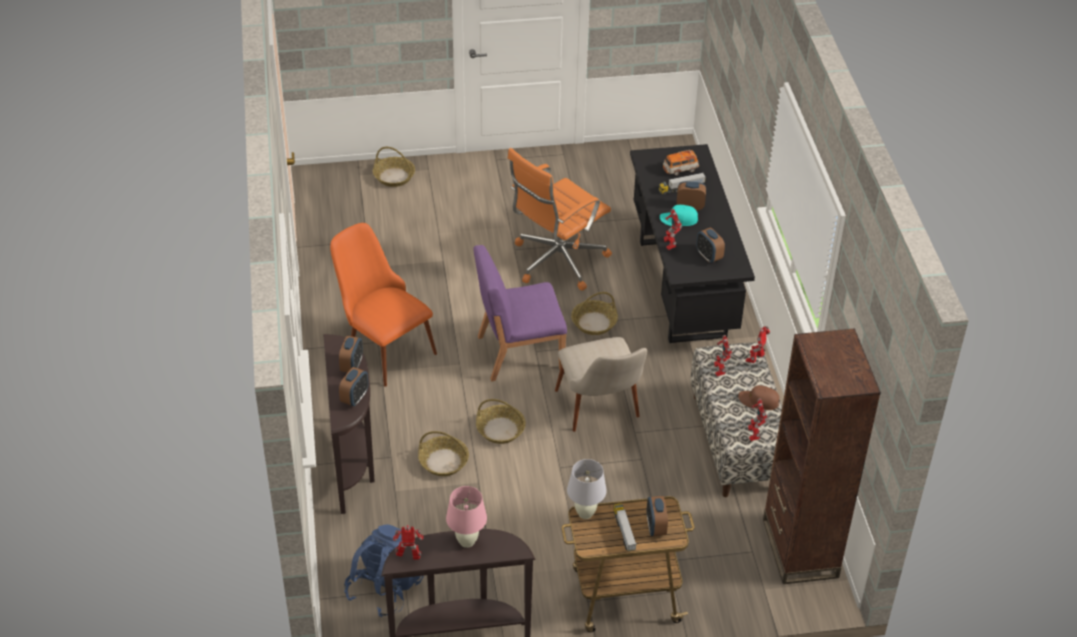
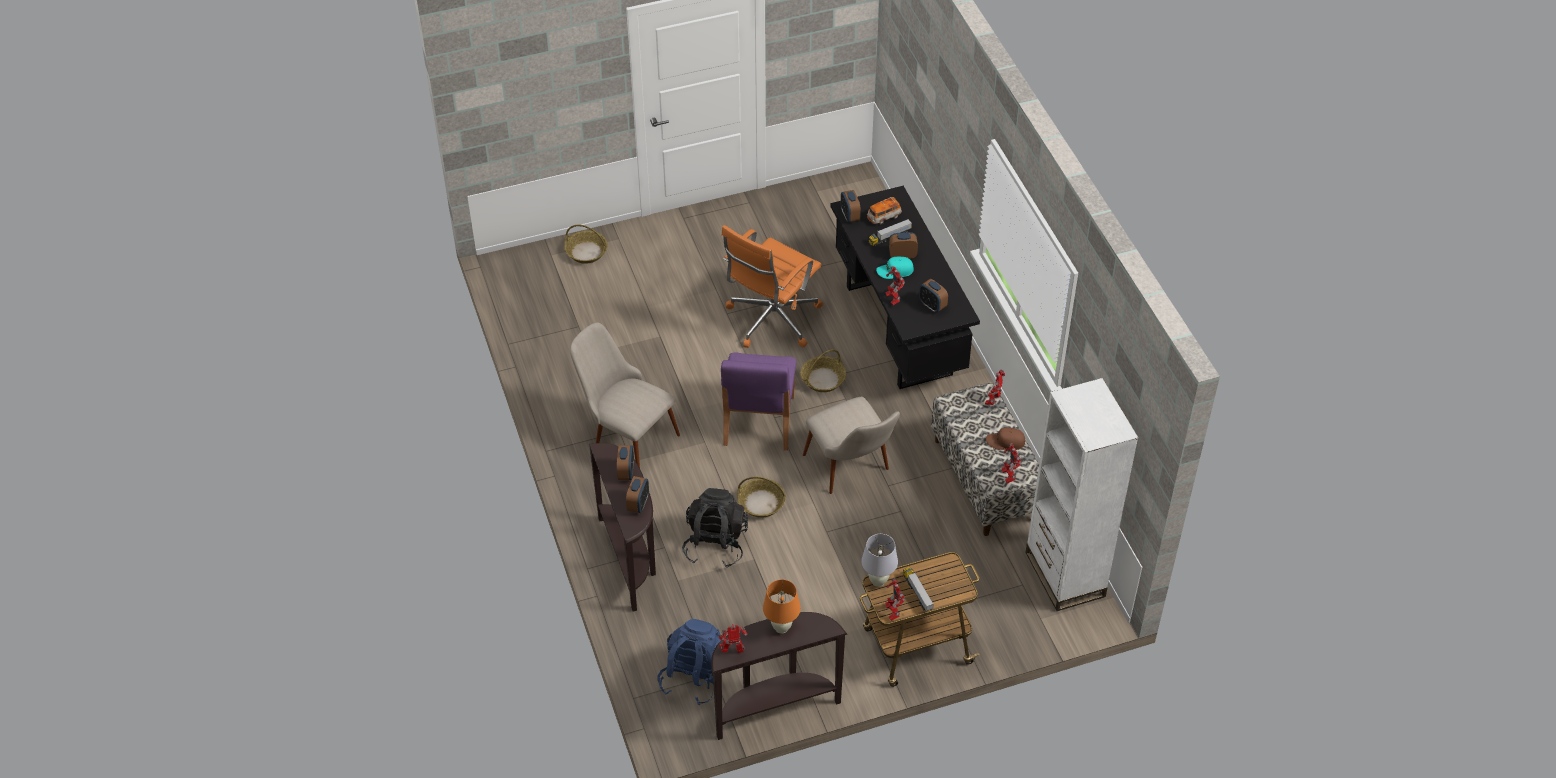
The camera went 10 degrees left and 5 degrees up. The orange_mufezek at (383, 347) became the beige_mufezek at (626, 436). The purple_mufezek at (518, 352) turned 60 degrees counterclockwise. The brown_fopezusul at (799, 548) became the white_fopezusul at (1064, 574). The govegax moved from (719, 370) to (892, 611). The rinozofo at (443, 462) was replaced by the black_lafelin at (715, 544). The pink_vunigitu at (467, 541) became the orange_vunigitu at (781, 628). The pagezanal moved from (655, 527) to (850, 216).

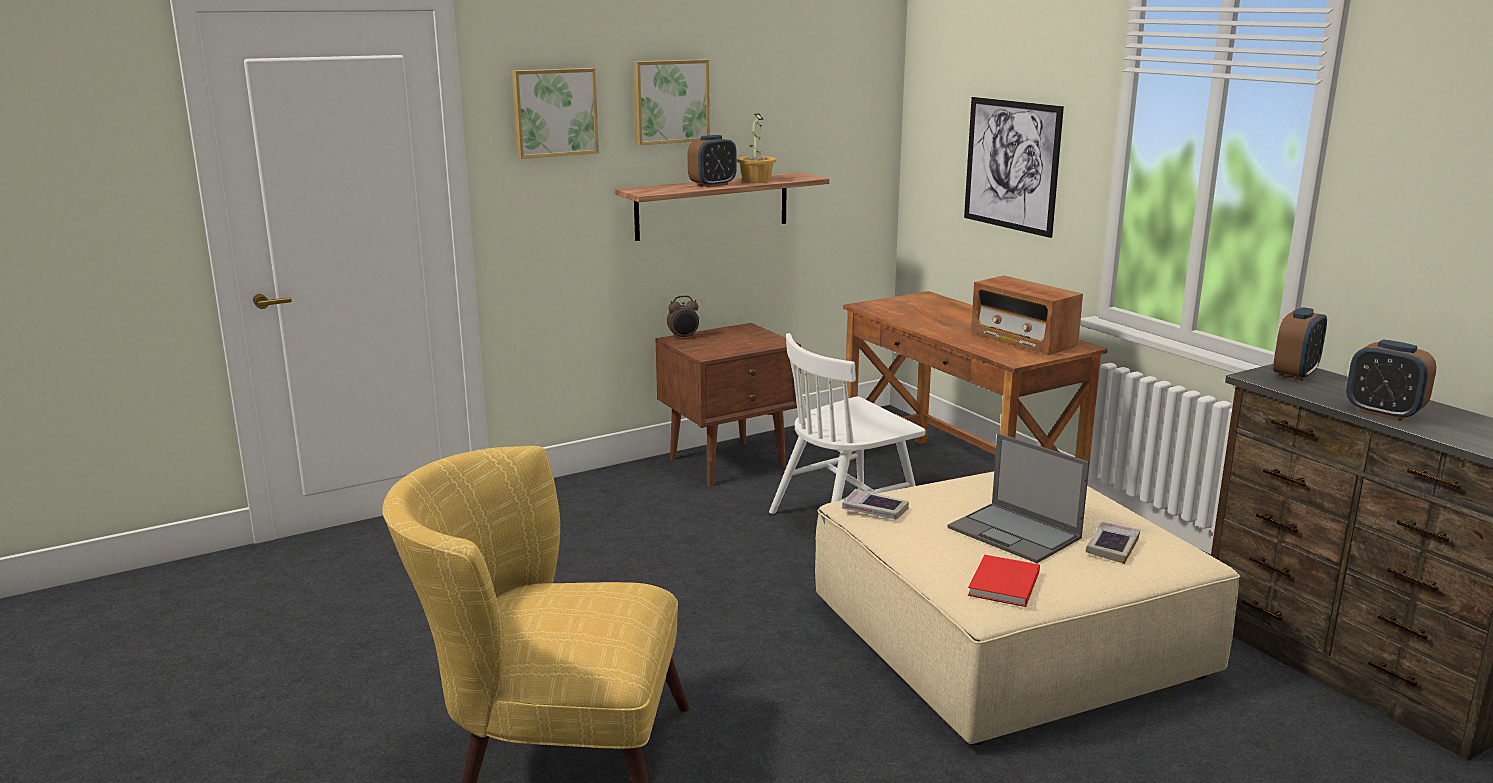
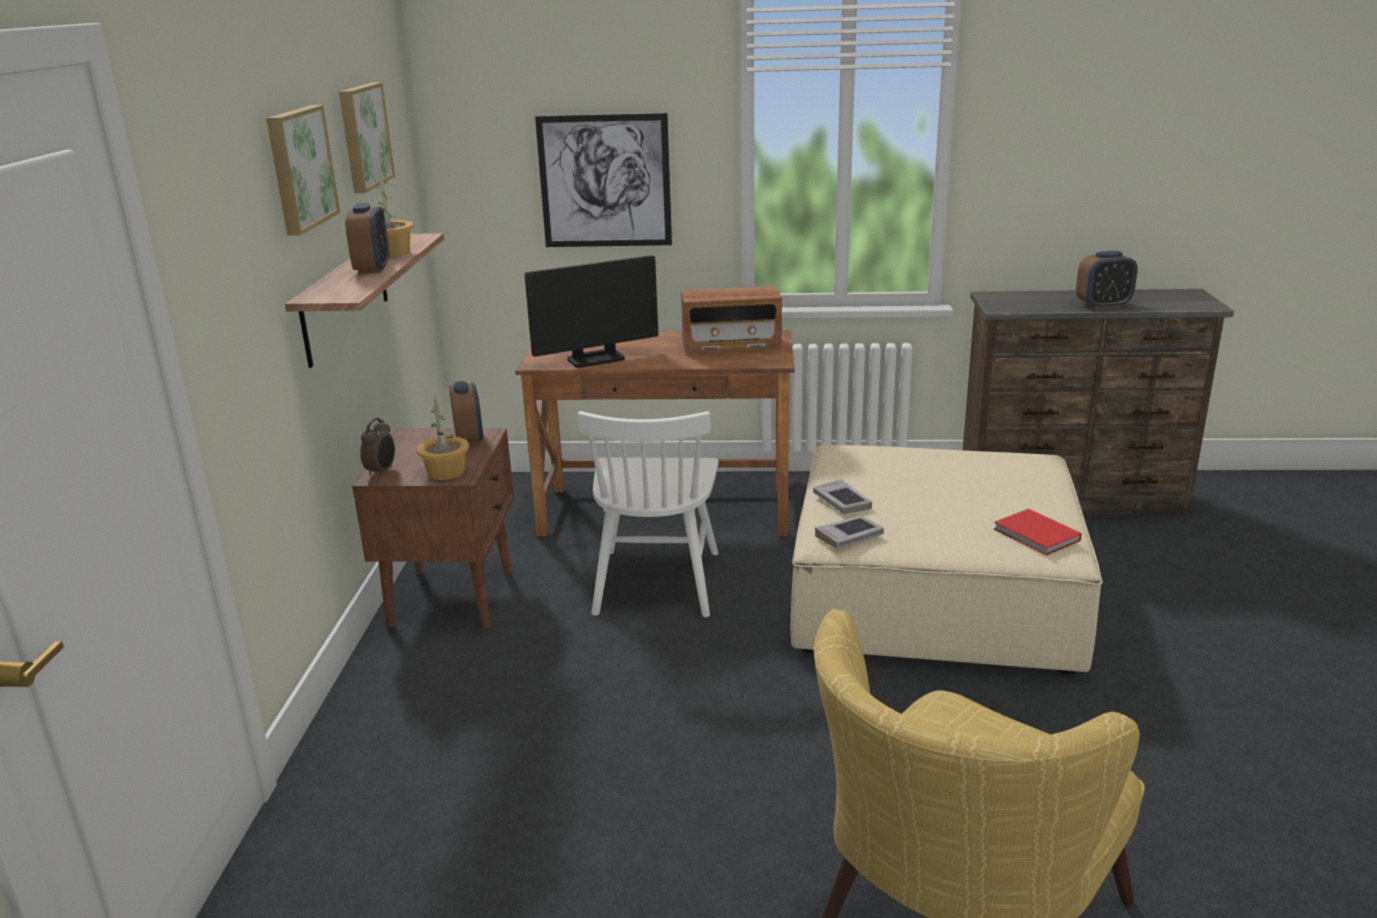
The camera went 55 degrees left and 5 degrees up. The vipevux moved from (554, 112) to (362, 136). The pagezanal moved from (1295, 374) to (469, 438). The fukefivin at (1015, 533) disappeared. The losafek moved from (1112, 547) to (841, 502). The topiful at (596, 359) appeared. The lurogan at (445, 472) appeared.

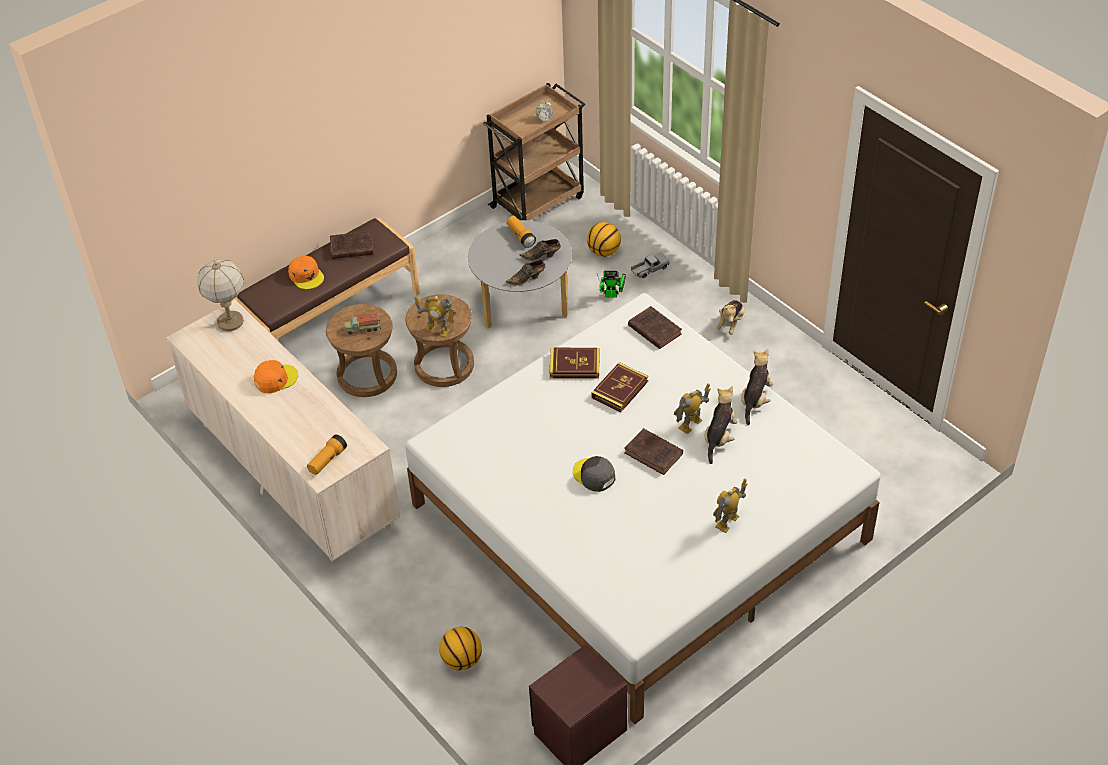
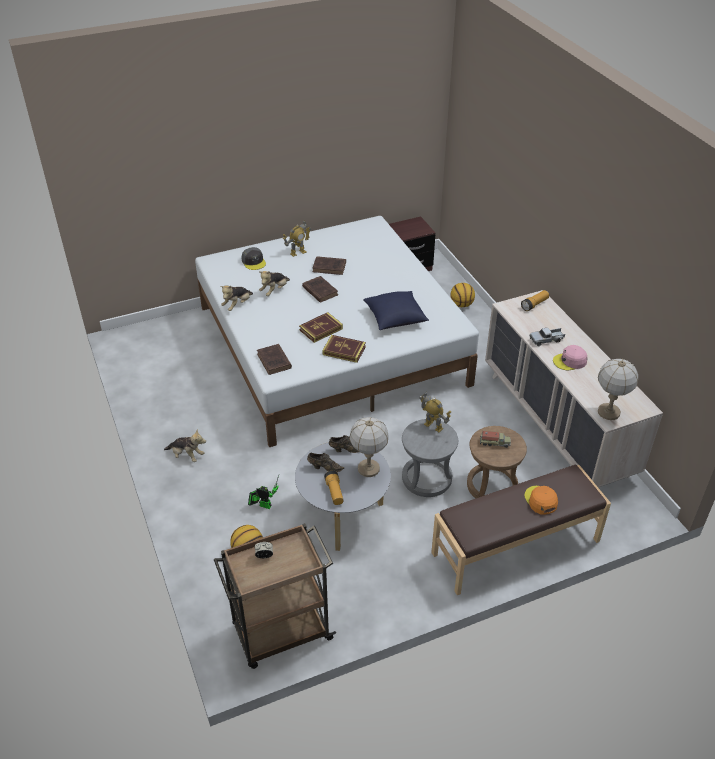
The camera went 165 degrees left and 5 degrees down. The brown_losafek moved from (350, 248) to (330, 267). The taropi moved from (649, 269) to (546, 340). The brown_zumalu at (444, 365) became the grey_zumalu at (426, 478). The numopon at (730, 323) turned 75 degrees clockwise. The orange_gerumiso at (275, 379) became the pink_gerumiso at (570, 361). The govegax at (690, 425) disappeared. The grey_gerumiso moved from (594, 475) to (253, 261). The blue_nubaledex at (395, 319) appeared. The vunigitu at (368, 469) appeared.

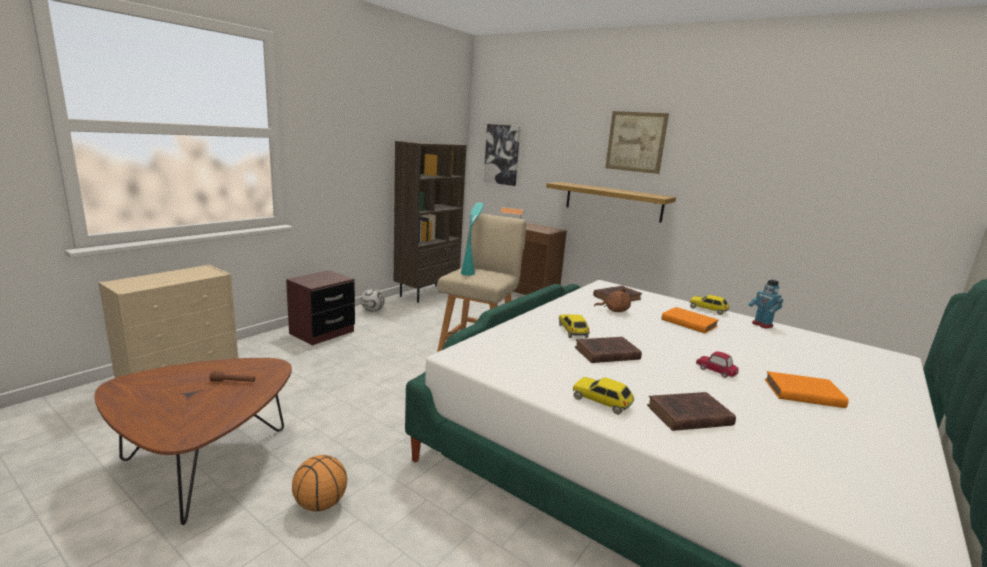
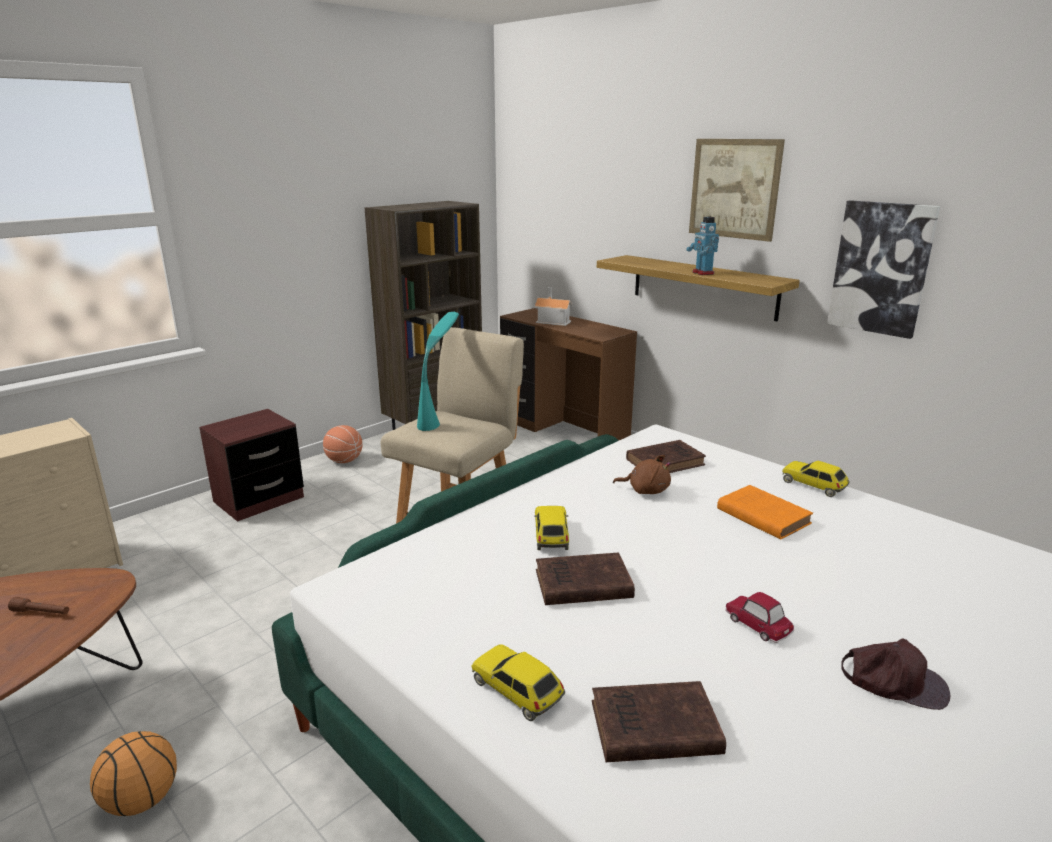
The camera went 10 degrees right and 5 degrees up. The vipevux moved from (502, 154) to (881, 268). The govegax moved from (761, 325) to (702, 273). The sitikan at (372, 311) was replaced by the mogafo at (344, 461). The orange_losafek at (801, 393) was replaced by the brown_gerumiso at (893, 681).

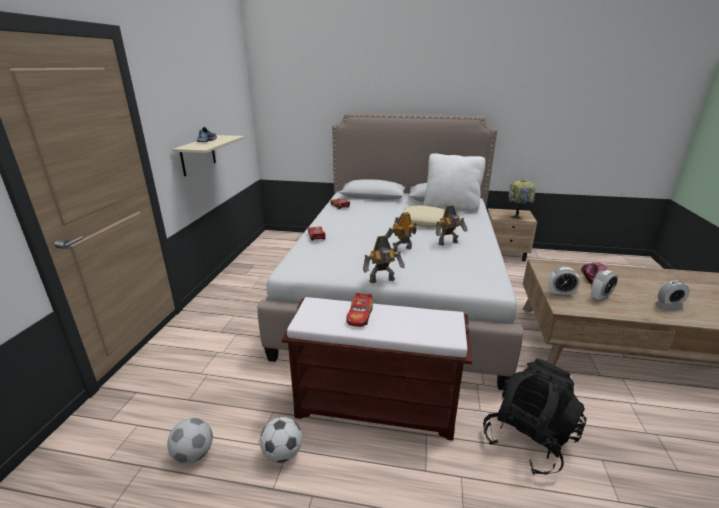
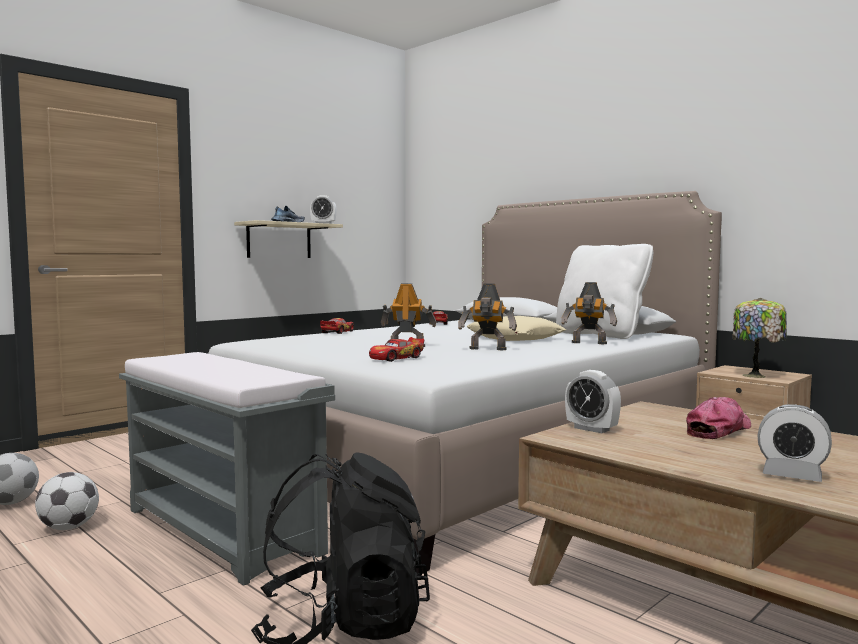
The camera went 35 degrees right and 20 degrees down. The govegax moved from (382, 281) to (589, 343). The pagezanal moved from (600, 297) to (323, 223). The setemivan moved from (360, 315) to (396, 358). The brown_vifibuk at (377, 406) became the grey_vifibuk at (224, 530).

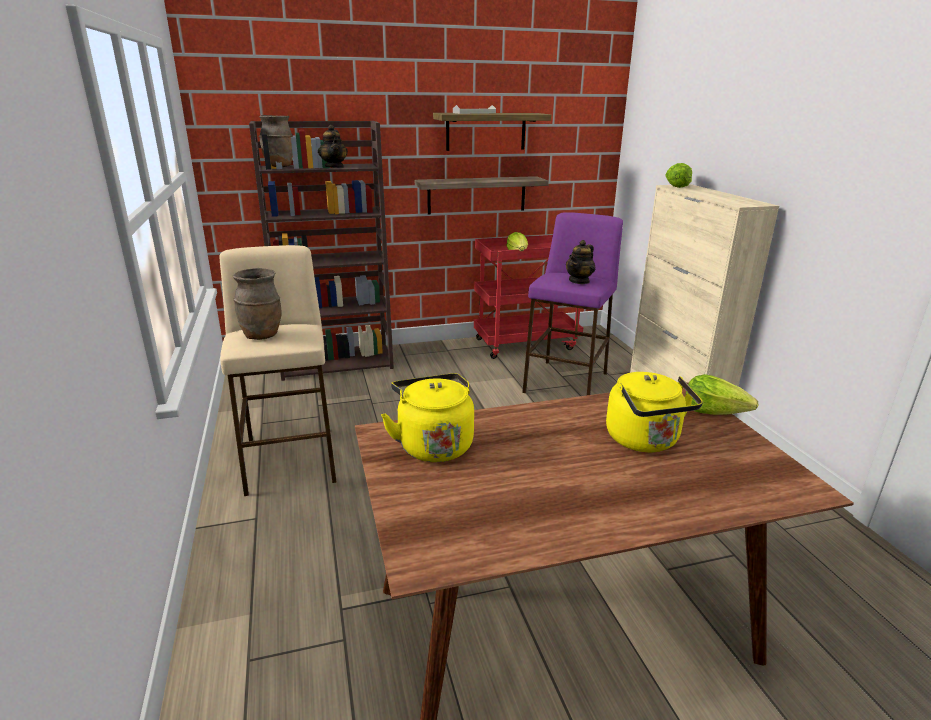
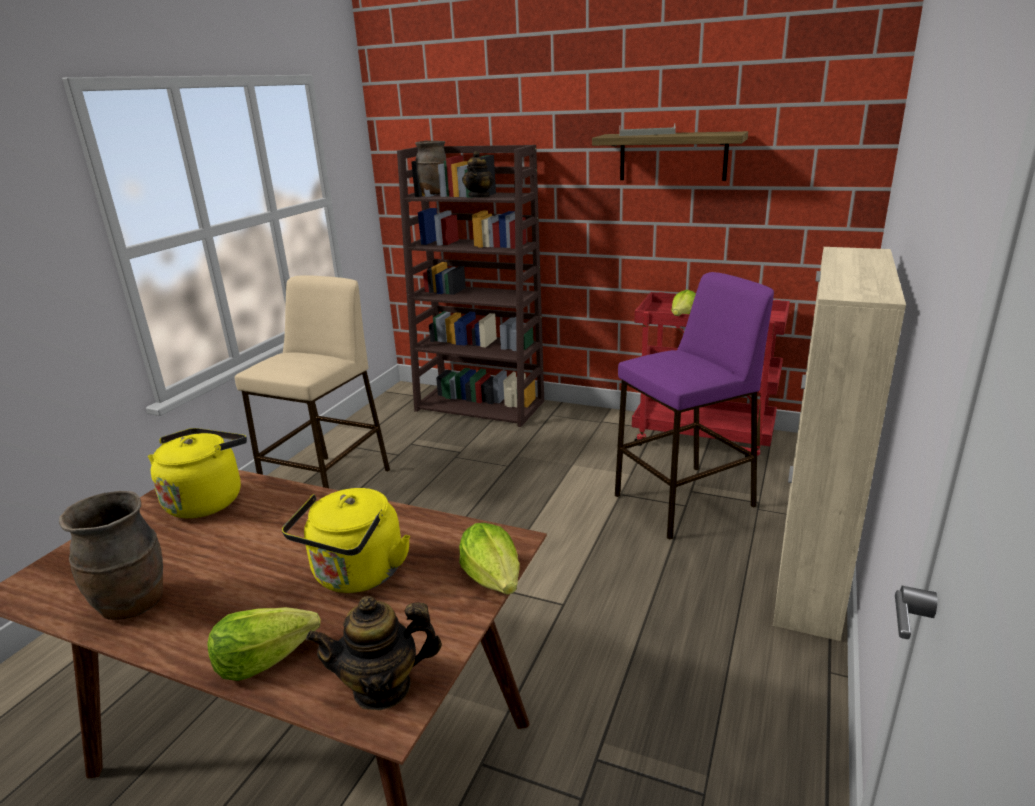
The camera went 40 degrees right and 0 degrees up. The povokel moved from (678, 186) to (265, 658). The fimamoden at (477, 195) disappeared. The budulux moved from (579, 281) to (382, 687). The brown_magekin moved from (262, 335) to (134, 604).

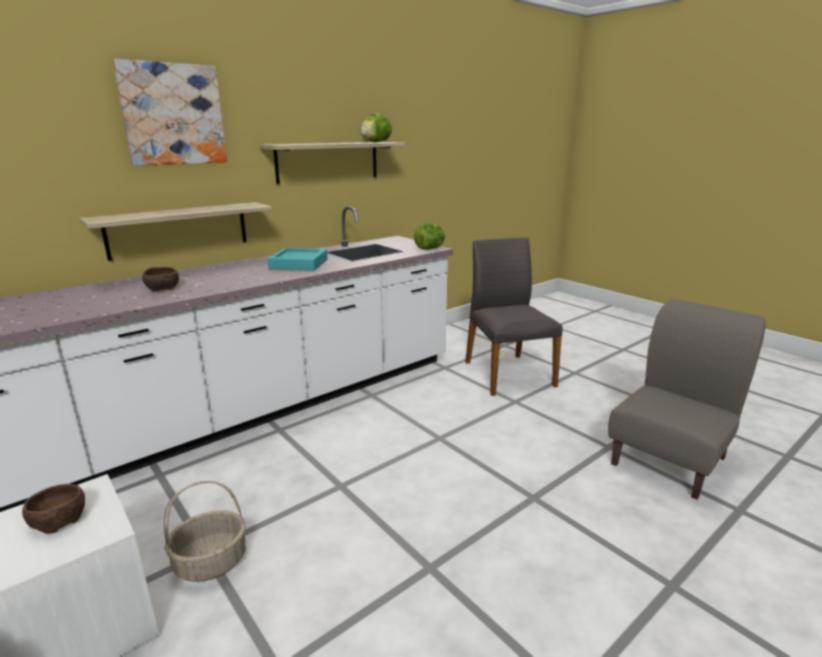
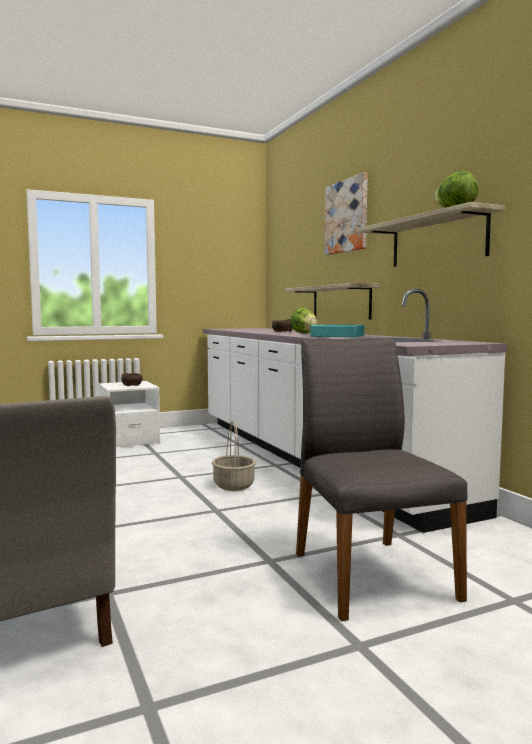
The camera went 105 degrees right and 15 degrees down. The povokel moved from (430, 249) to (304, 333). The grey_mufezek at (507, 373) turned 105 degrees counterclockwise. The rinozofo moved from (210, 563) to (233, 485).

